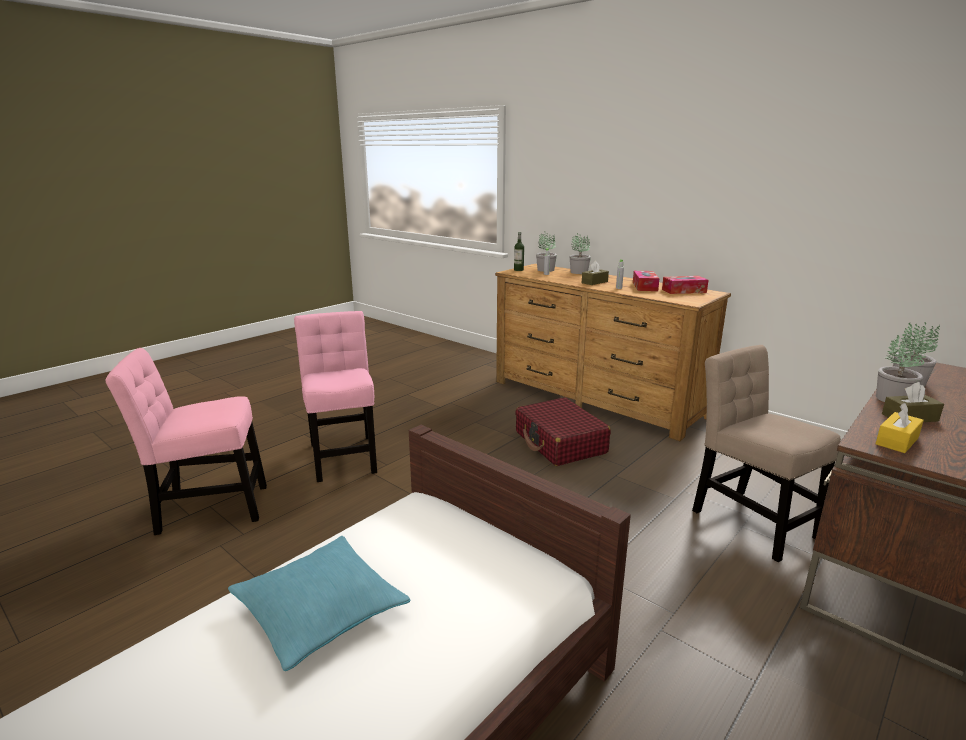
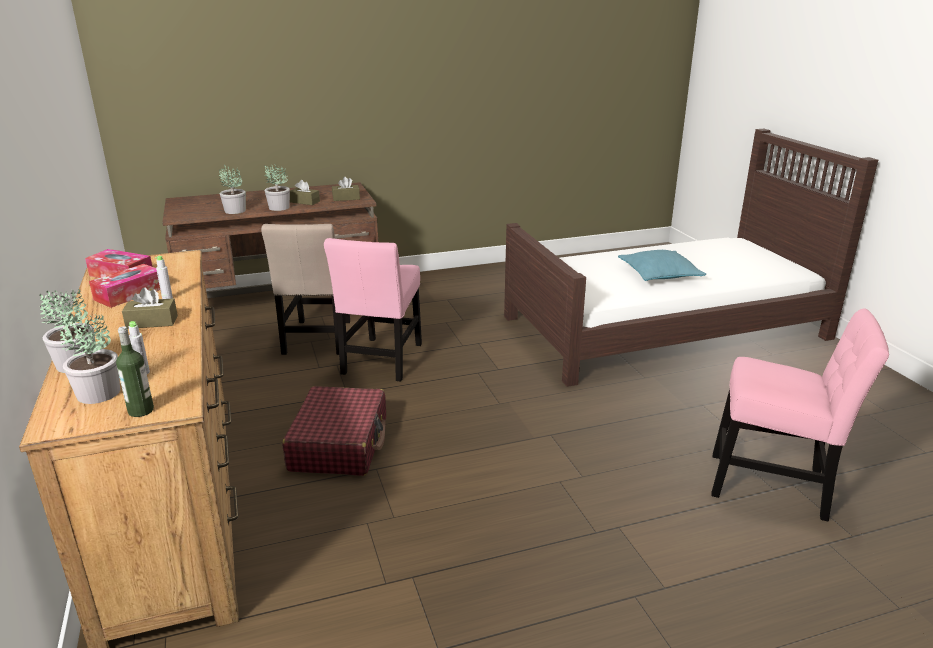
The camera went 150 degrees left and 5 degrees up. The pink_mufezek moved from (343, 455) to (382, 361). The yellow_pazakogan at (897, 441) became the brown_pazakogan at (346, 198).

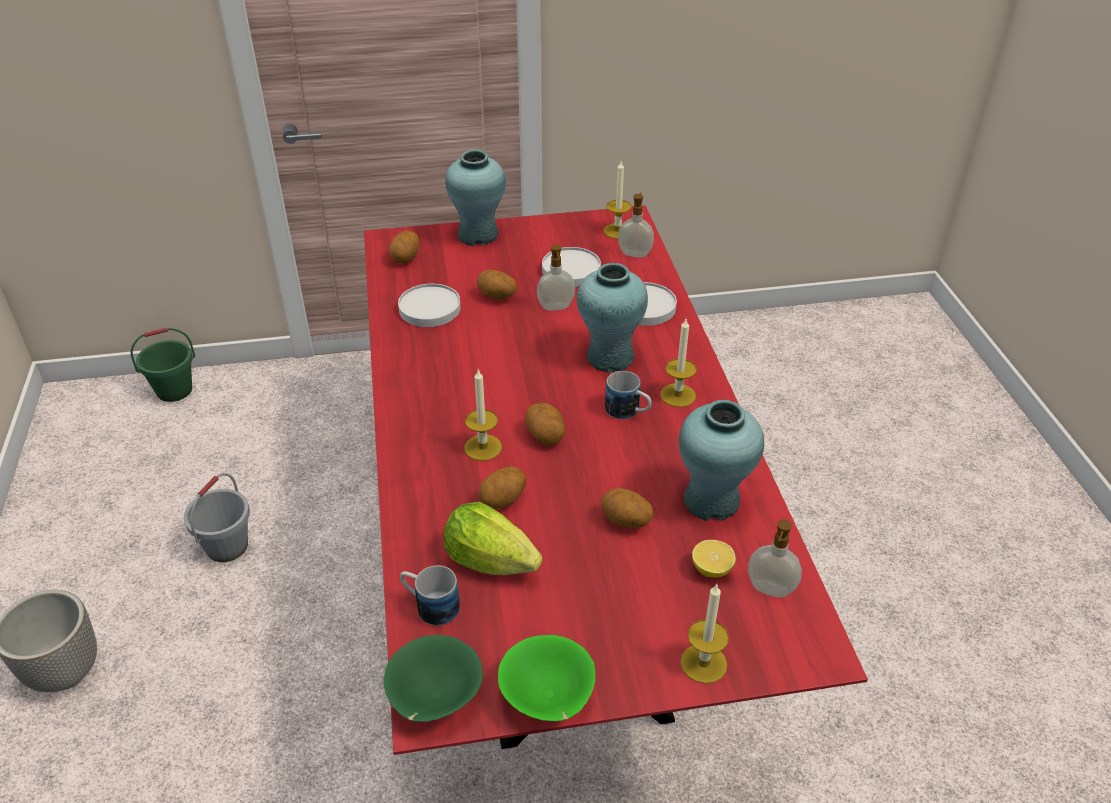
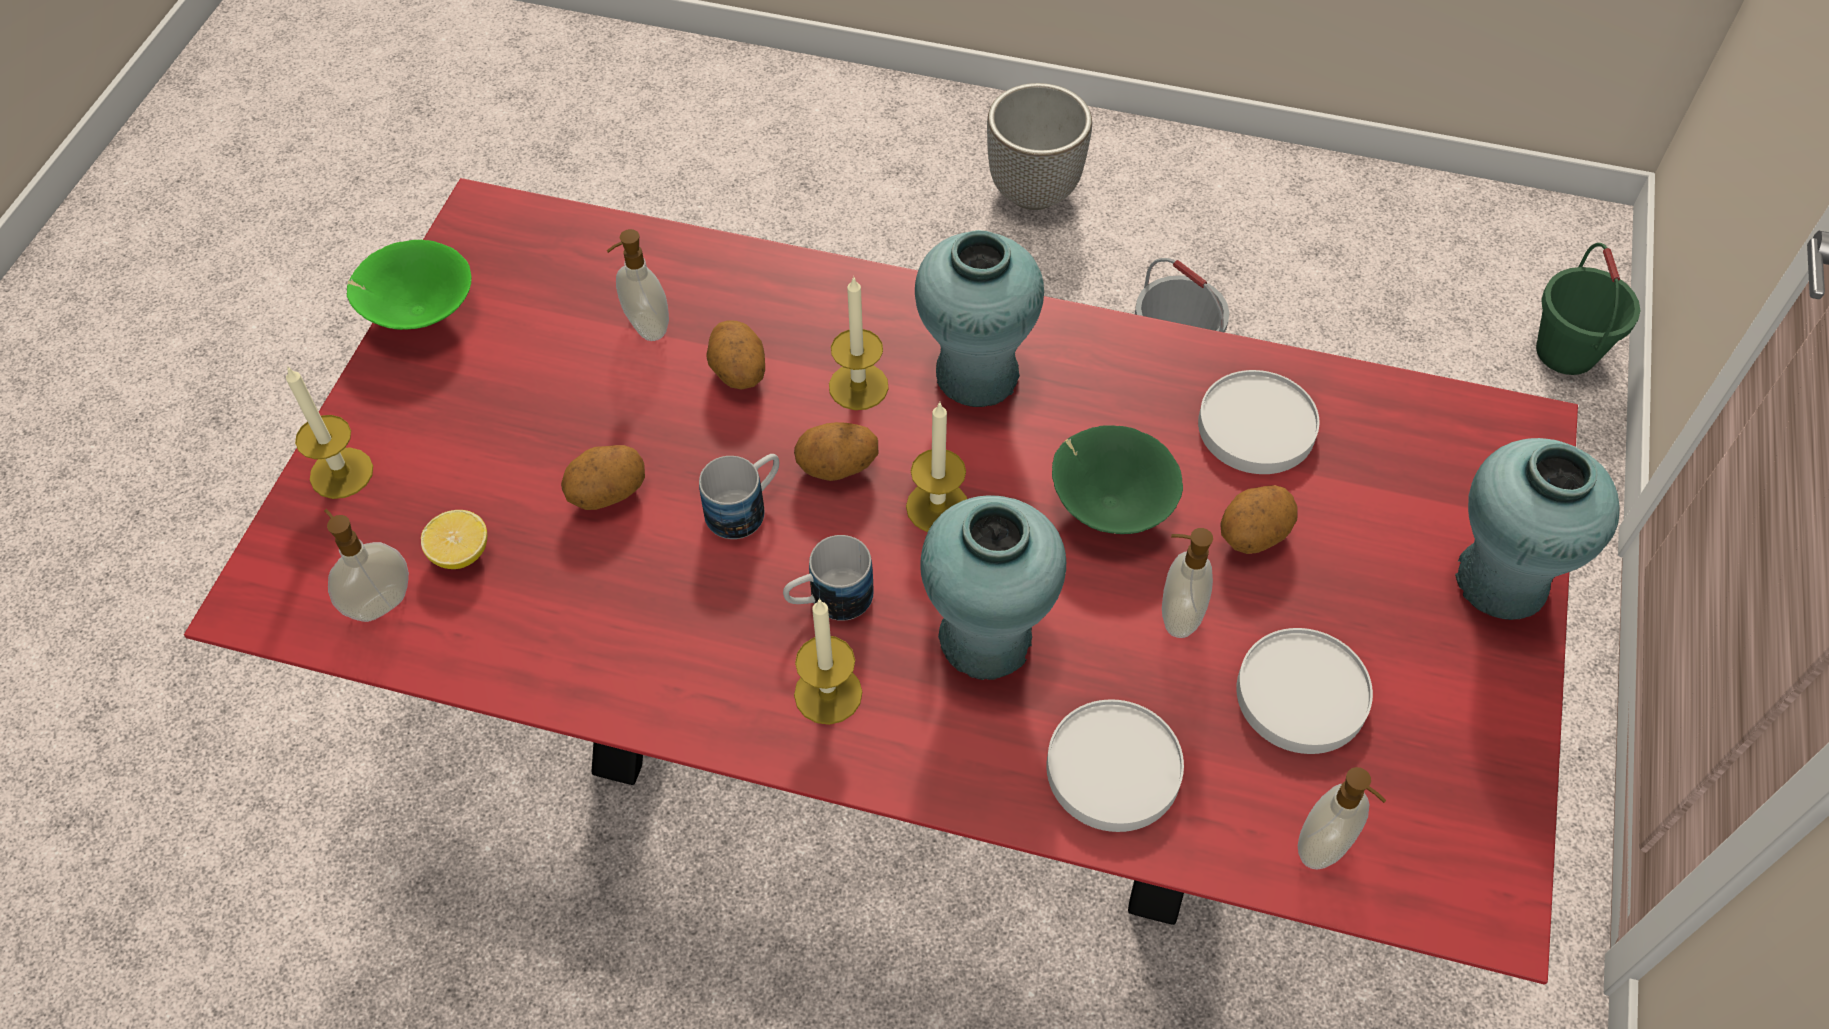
The camera went 115 degrees right and 15 degrees up. The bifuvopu moved from (617, 231) to (937, 507). The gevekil at (406, 259) disappeared. The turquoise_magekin moved from (712, 500) to (976, 375). The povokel at (490, 560) was replaced by the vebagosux at (646, 327). The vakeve moved from (430, 606) to (746, 508). The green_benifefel moved from (434, 698) to (1109, 503).

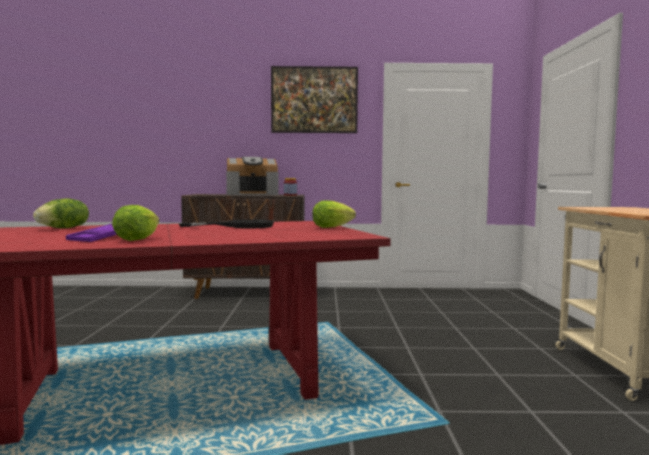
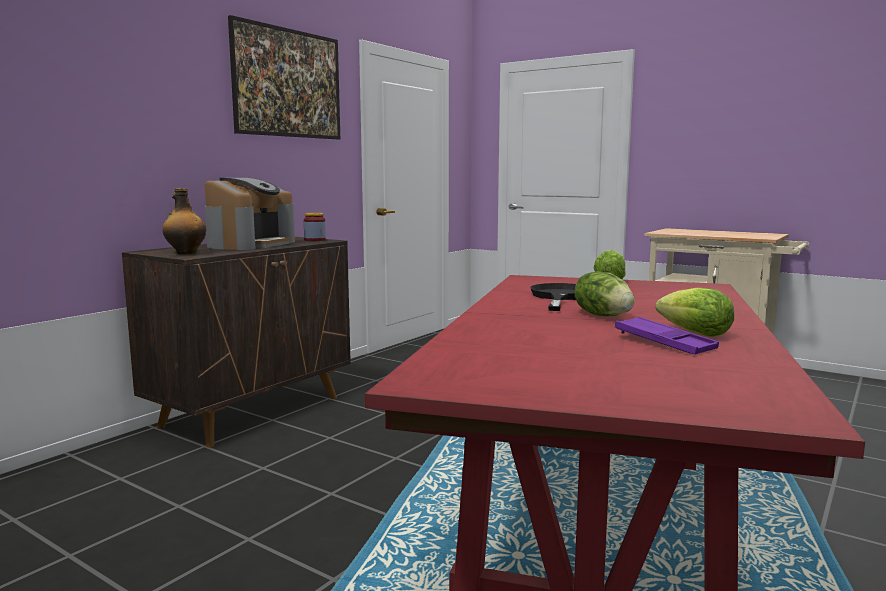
The camera went 55 degrees left and 5 degrees up. The povokel moved from (64, 228) to (603, 315). The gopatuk at (186, 253) appeared.

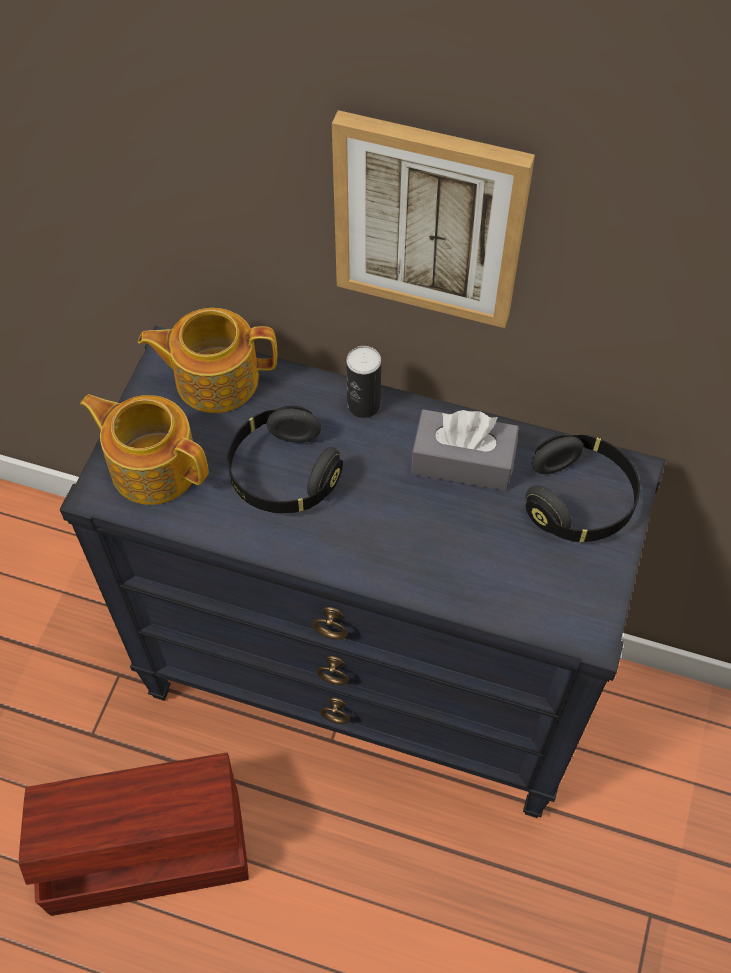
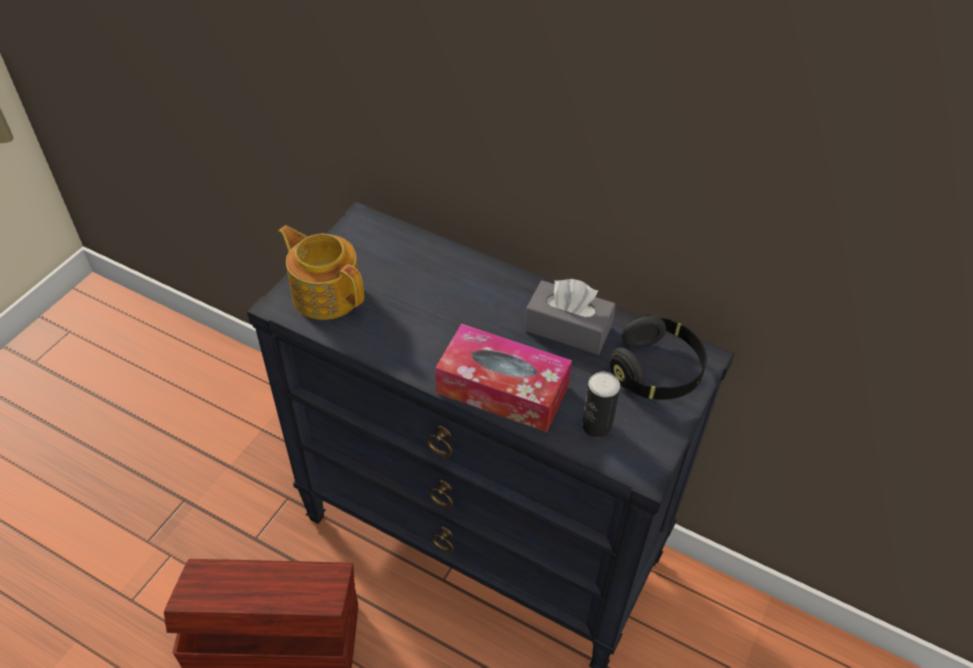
The camera went 10 degrees right and 10 degrees down. The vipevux at (429, 220) disappeared. The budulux at (215, 378) disappeared. The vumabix moved from (363, 404) to (596, 425). The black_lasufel at (283, 474) disappeared. The pazakogan at (502, 389) appeared.

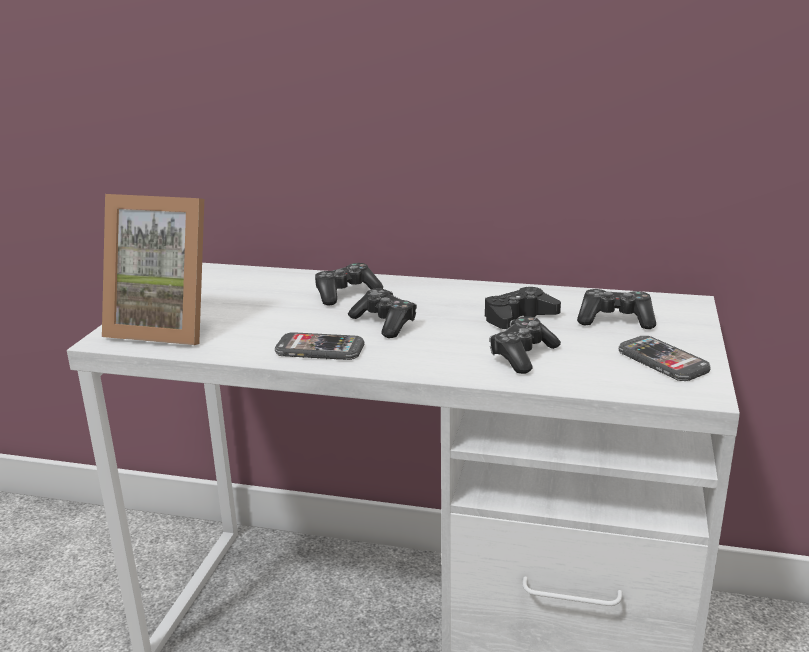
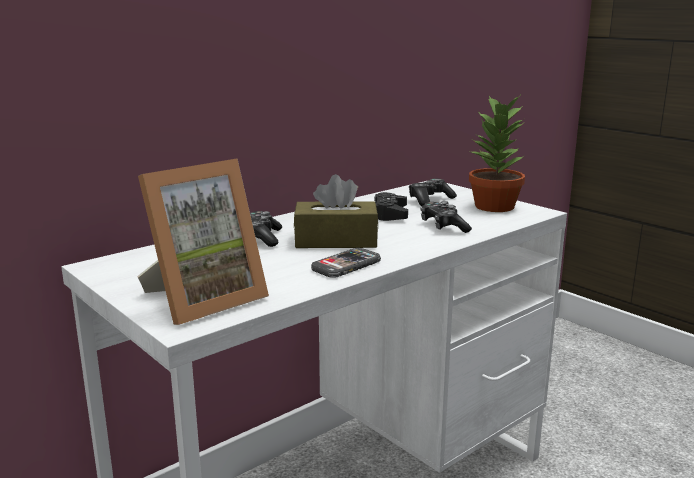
The camera went 55 degrees left and 5 degrees down. The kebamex at (385, 323) was replaced by the brown_pazakogan at (336, 241). The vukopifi at (662, 361) was replaced by the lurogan at (494, 207).

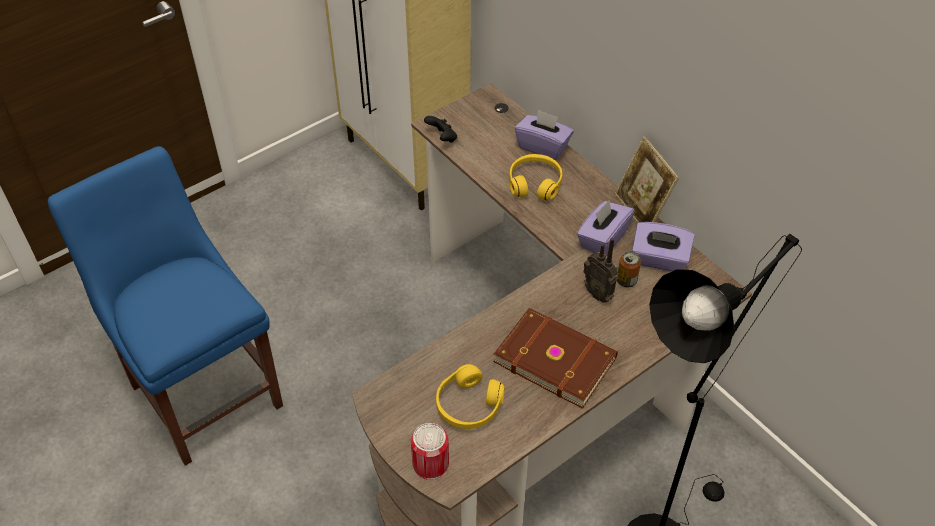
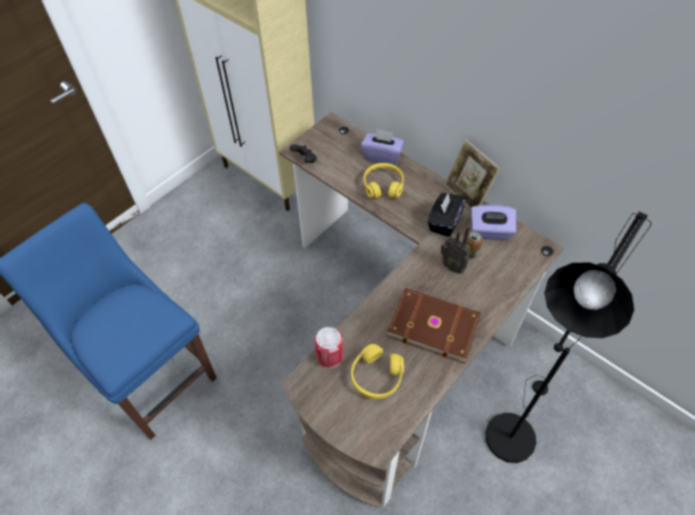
The camera went 10 degrees left and 5 degrees up. The purple_pazakogan at (602, 239) became the black_pazakogan at (444, 222). The vumabix moved from (430, 464) to (329, 356).

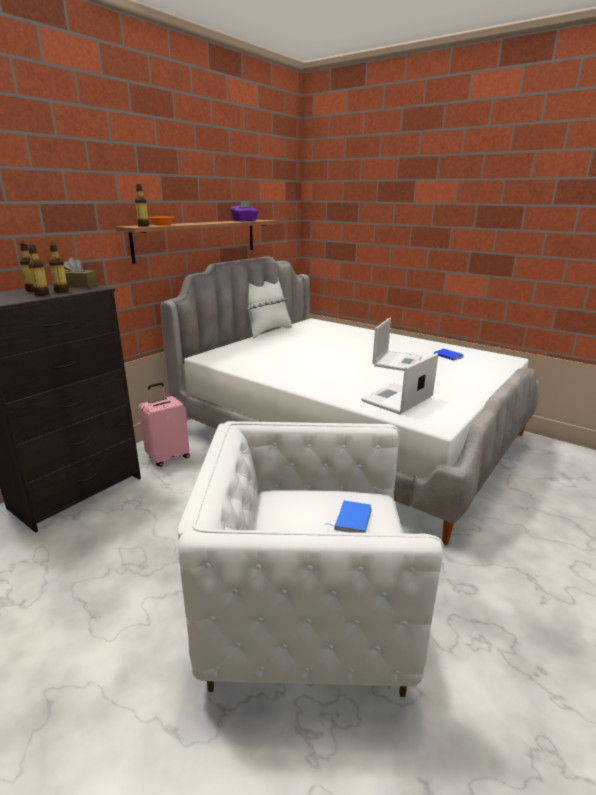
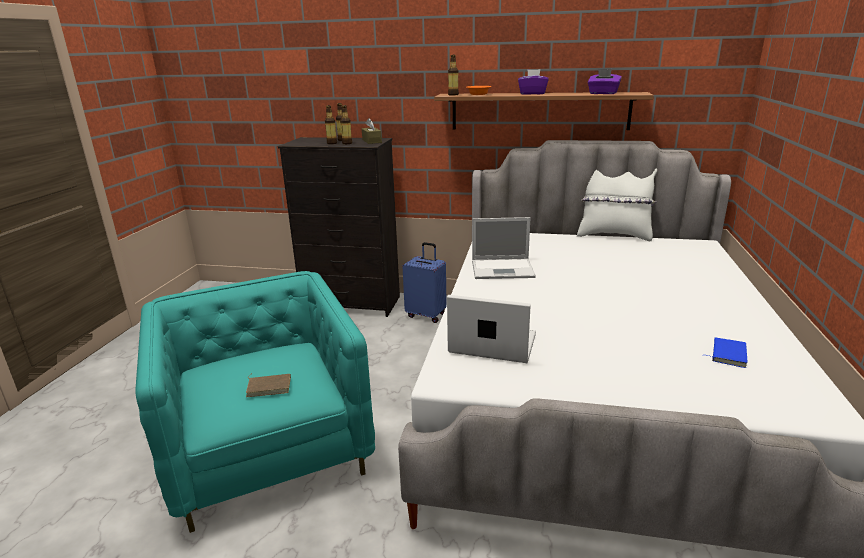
The camera went 65 degrees right and 0 degrees up. The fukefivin moved from (397, 361) to (503, 269). The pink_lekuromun at (168, 457) became the blue_lekuromun at (427, 315). The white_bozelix at (306, 610) became the turquoise_bozelix at (269, 450). The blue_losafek at (351, 519) became the brown_losafek at (269, 386). The purple_pazakogan at (532, 93) appeared.

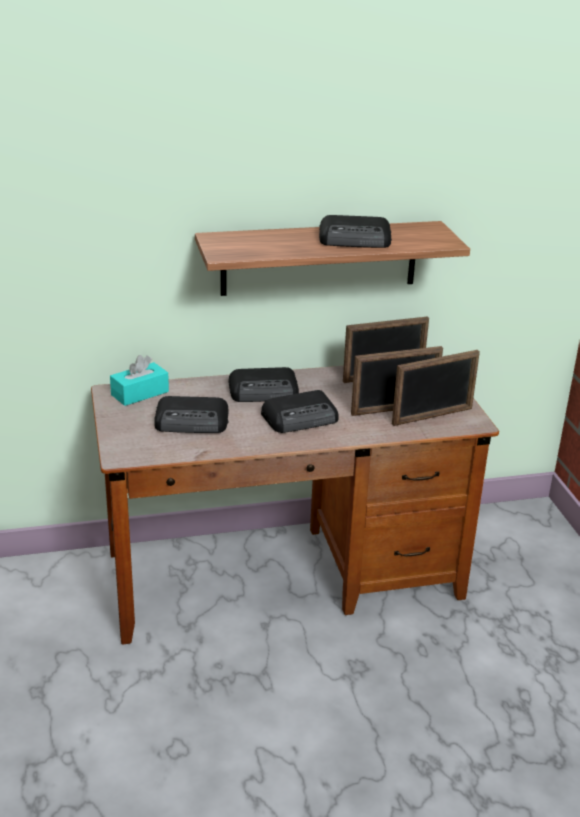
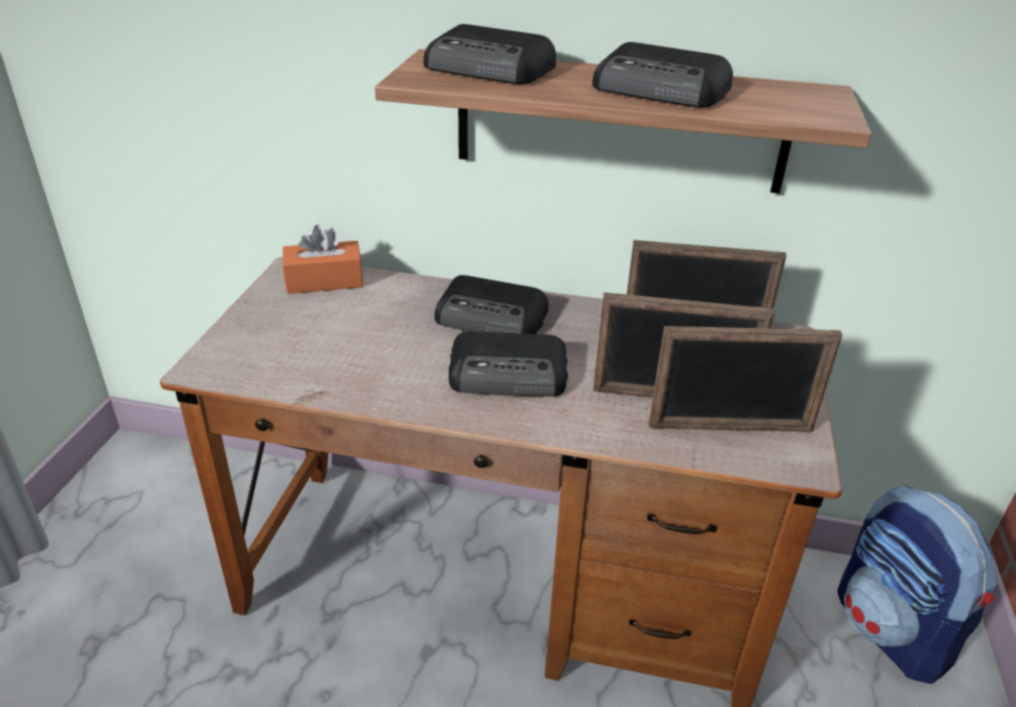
The camera went 25 degrees right and 5 degrees up. The turquoise_pazakogan at (140, 393) became the orange_pazakogan at (324, 281). The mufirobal moved from (193, 422) to (490, 69). The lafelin at (892, 631) appeared.

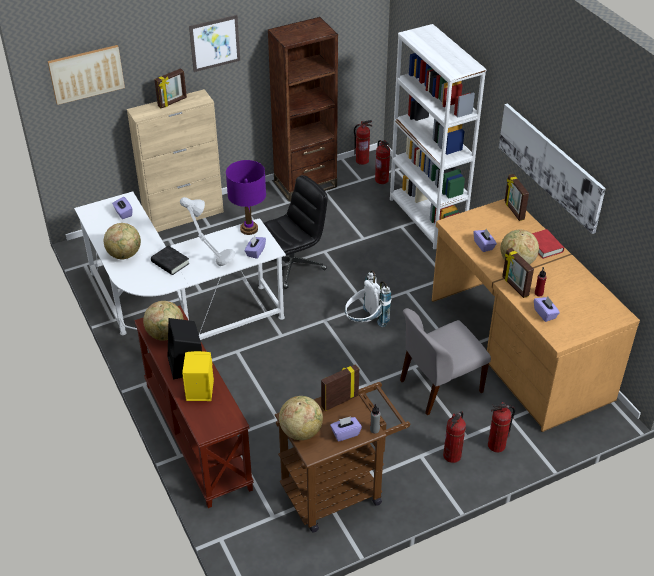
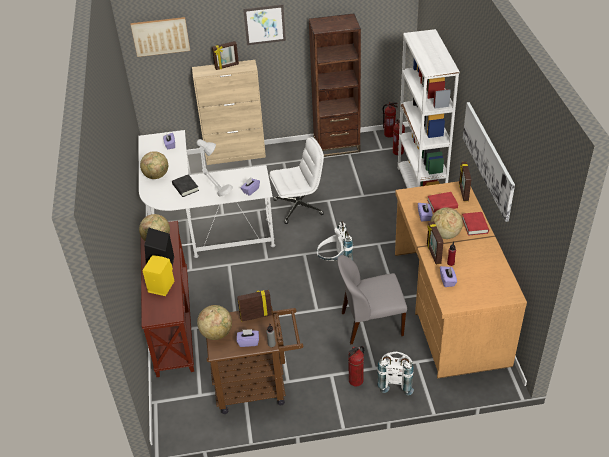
The camera went 20 degrees right and 0 degrees up. The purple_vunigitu at (249, 229) disappeared. The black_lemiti at (292, 265) became the white_lemiti at (299, 207). The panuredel at (496, 446) was replaced by the white_lafelin at (395, 381). The red_losafek at (442, 204) appeared.

